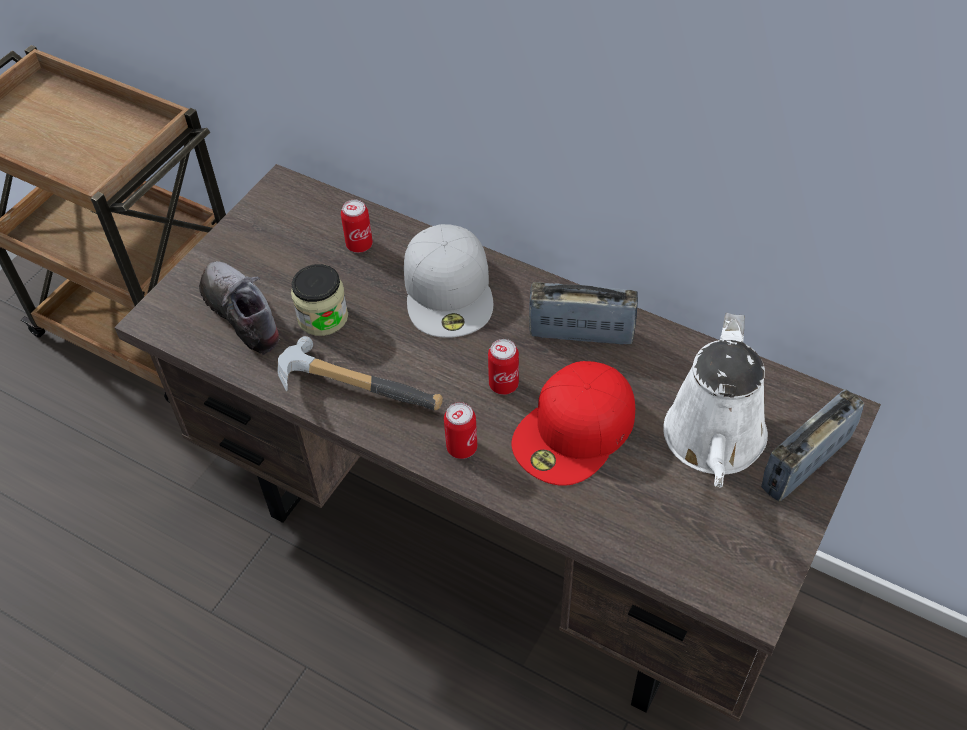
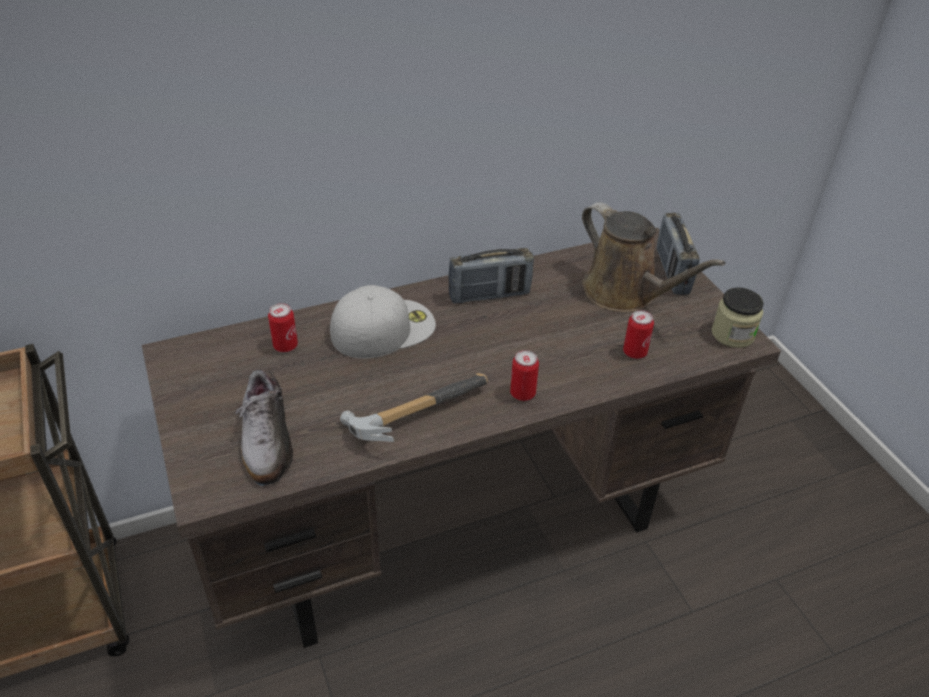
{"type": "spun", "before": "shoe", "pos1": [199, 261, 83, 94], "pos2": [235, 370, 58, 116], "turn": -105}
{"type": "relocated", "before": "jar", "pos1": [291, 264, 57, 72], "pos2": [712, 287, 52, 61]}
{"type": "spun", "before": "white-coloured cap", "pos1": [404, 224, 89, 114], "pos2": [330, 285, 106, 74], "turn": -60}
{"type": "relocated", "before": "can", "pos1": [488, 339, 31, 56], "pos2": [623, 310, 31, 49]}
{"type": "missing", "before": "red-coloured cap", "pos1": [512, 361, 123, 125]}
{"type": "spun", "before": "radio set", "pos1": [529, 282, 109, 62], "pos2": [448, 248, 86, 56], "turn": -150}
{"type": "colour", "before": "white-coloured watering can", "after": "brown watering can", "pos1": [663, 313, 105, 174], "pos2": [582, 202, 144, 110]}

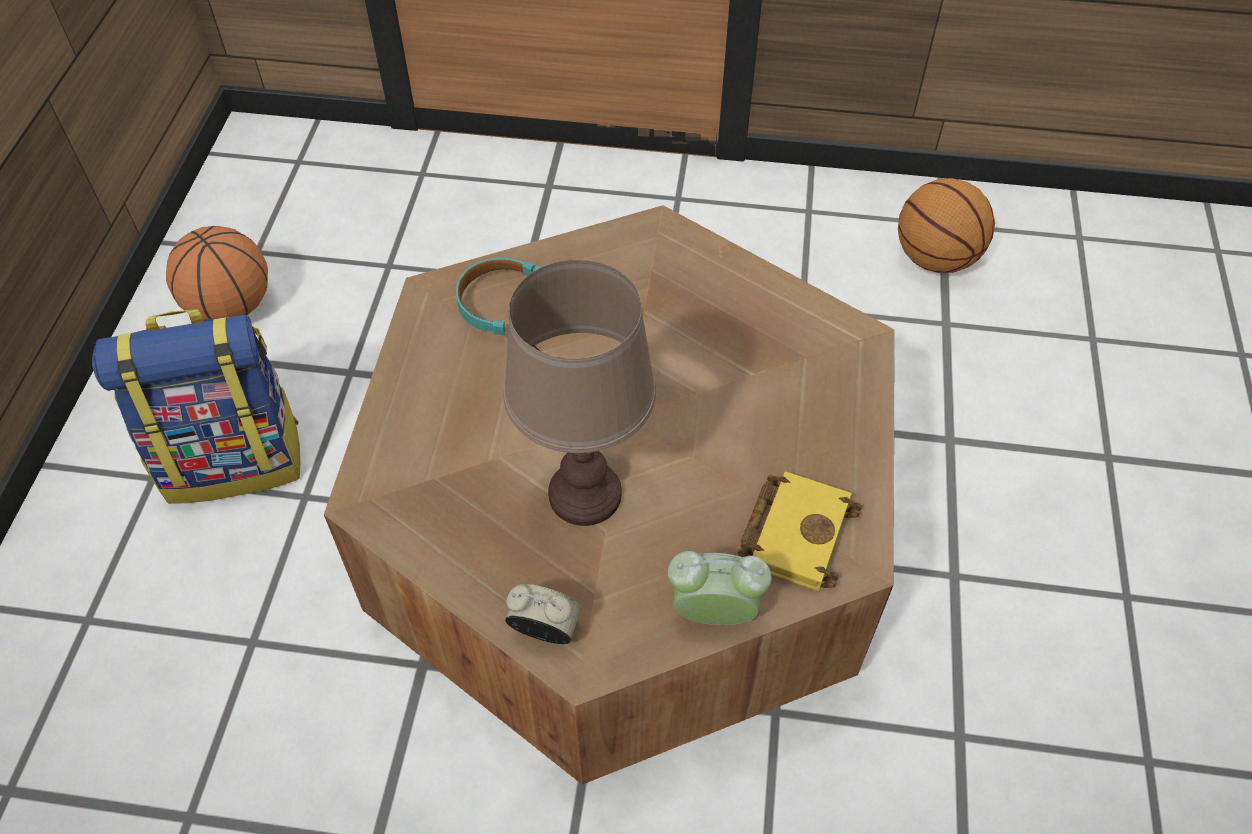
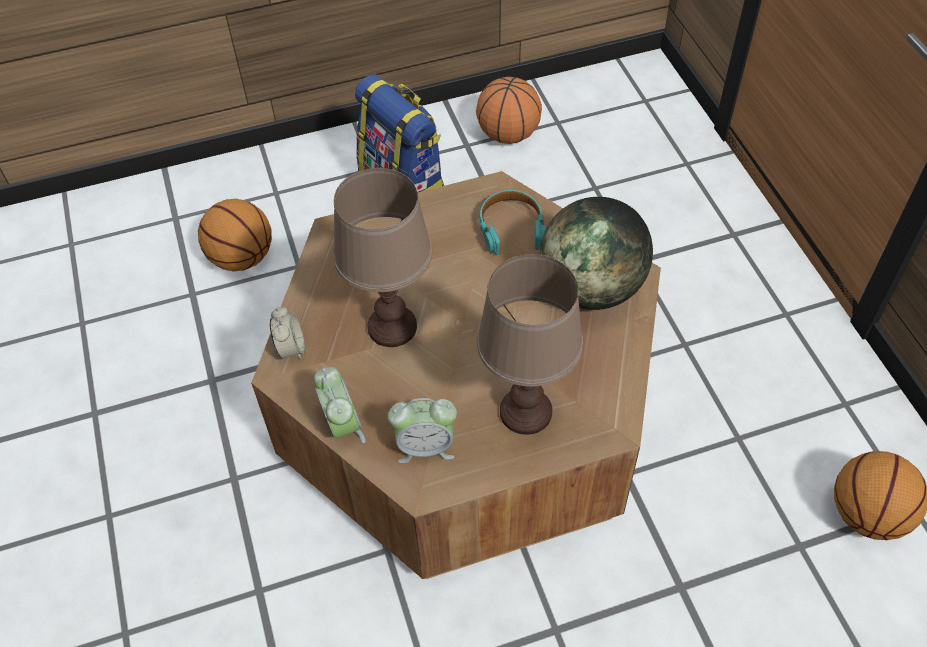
{"type": "exchanged", "before": "yellow-coloured book", "after": "table clock", "pos1": [738, 472, 124, 119], "pos2": [388, 398, 69, 65]}
{"type": "appeared", "after": "ball for basketball", "pos2": [198, 199, 74, 72]}
{"type": "appeared", "after": "brown tabletop lamp", "pos2": [477, 254, 106, 181]}
{"type": "appeared", "after": "desk globe", "pos2": [540, 197, 113, 113]}

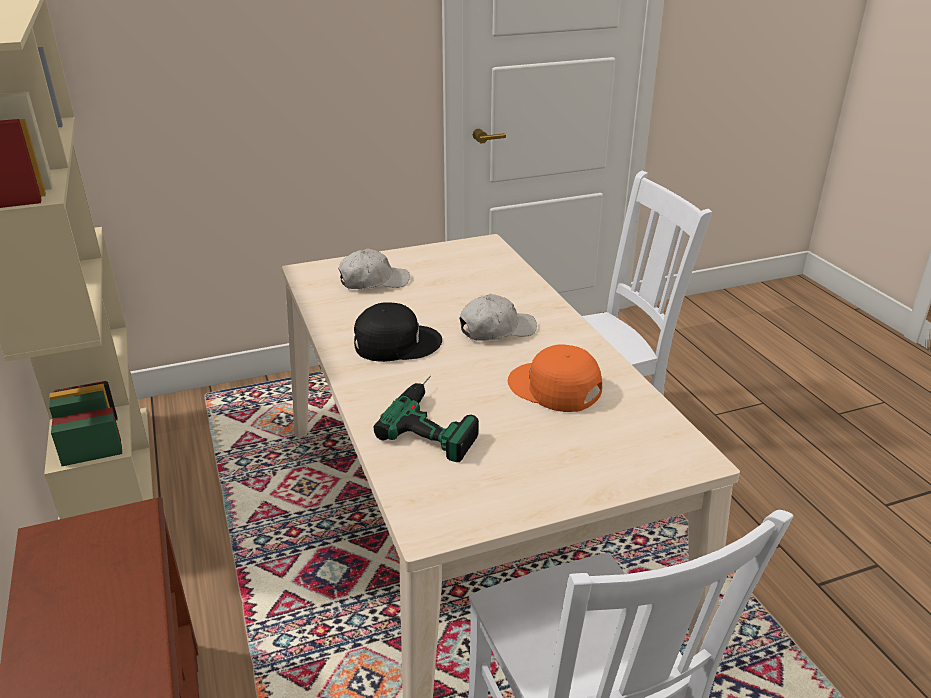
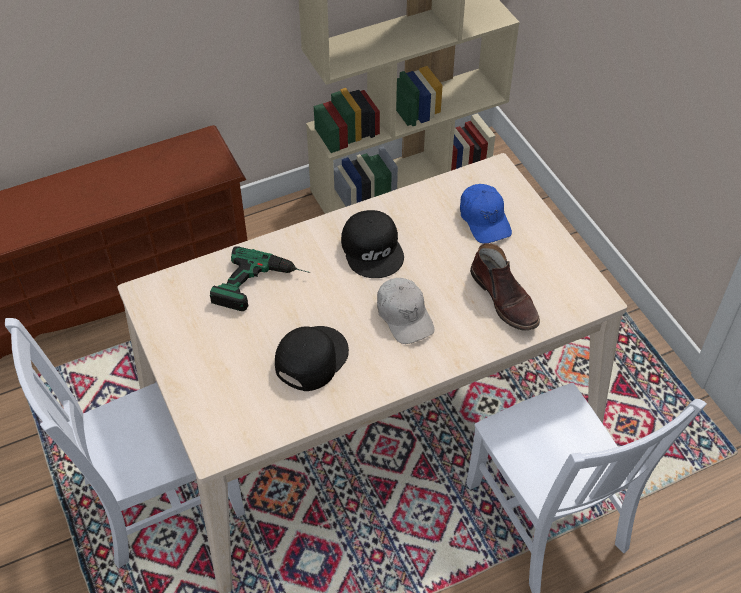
{"type": "colour", "before": "white-coloured cap", "after": "blue-coloured cap", "pos1": [338, 249, 72, 40], "pos2": [460, 184, 52, 59]}
{"type": "colour", "before": "orange cap", "after": "blackish cap", "pos1": [508, 345, 94, 67], "pos2": [275, 326, 74, 65]}
{"type": "appeared", "after": "brown boot", "pos2": [470, 243, 70, 88]}

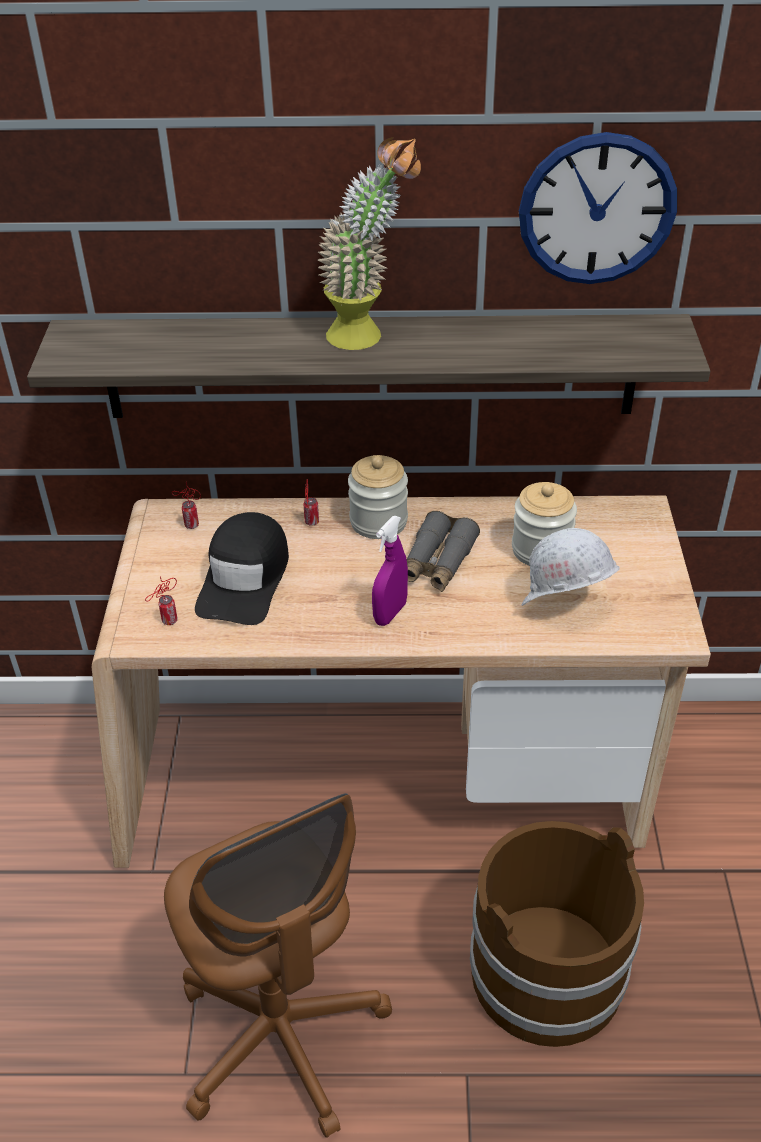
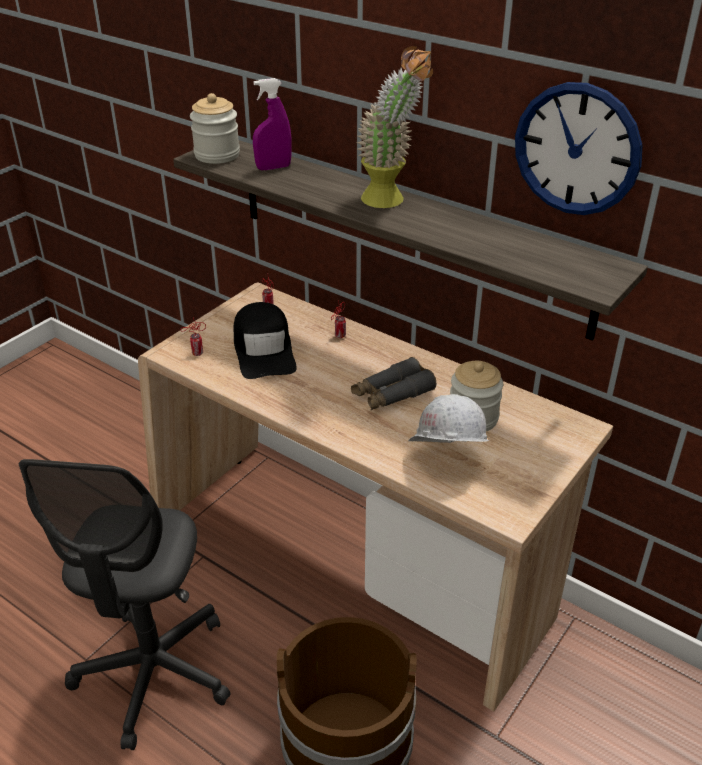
{"type": "colour", "before": "brown office chair", "after": "grey office chair", "pos1": [164, 793, 228, 345], "pos2": [19, 459, 211, 291]}
{"type": "spun", "before": "blackish cap", "pos1": [195, 512, 94, 113], "pos2": [234, 302, 63, 77], "turn": -60}
{"type": "relocated", "before": "jar", "pos1": [348, 455, 60, 84], "pos2": [190, 93, 50, 71]}
{"type": "relocated", "before": "purplish hand sprayer", "pos1": [372, 516, 36, 110], "pos2": [253, 78, 39, 92]}

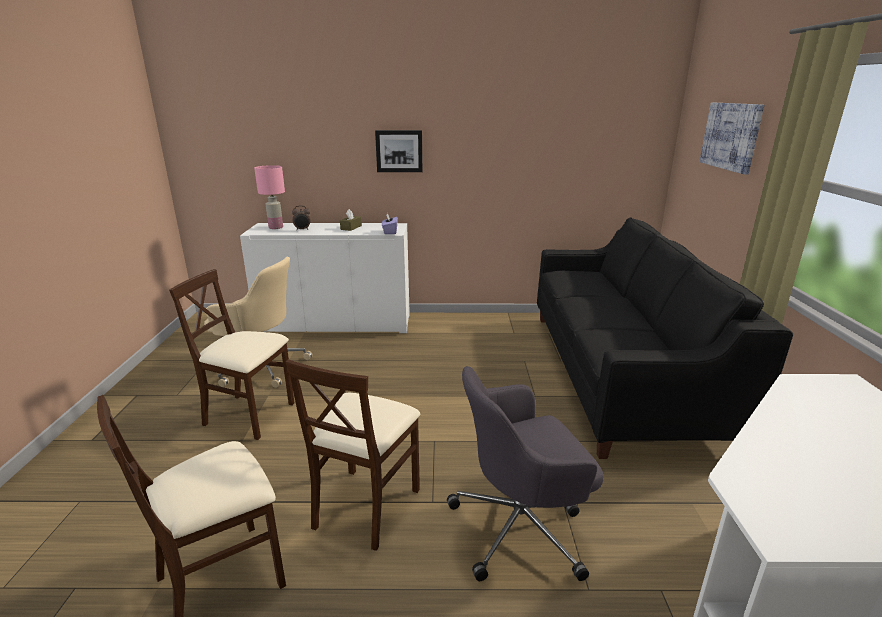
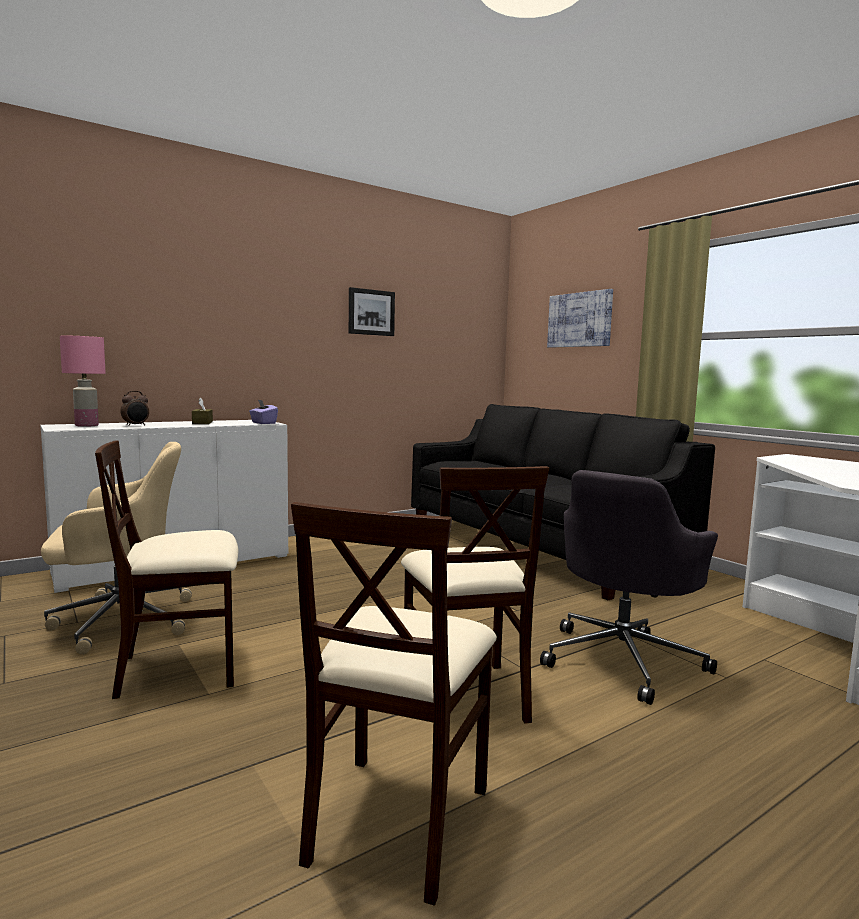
{"type": "relocated", "before": "wall picture", "pos1": [375, 130, 48, 42], "pos2": [349, 287, 46, 49]}

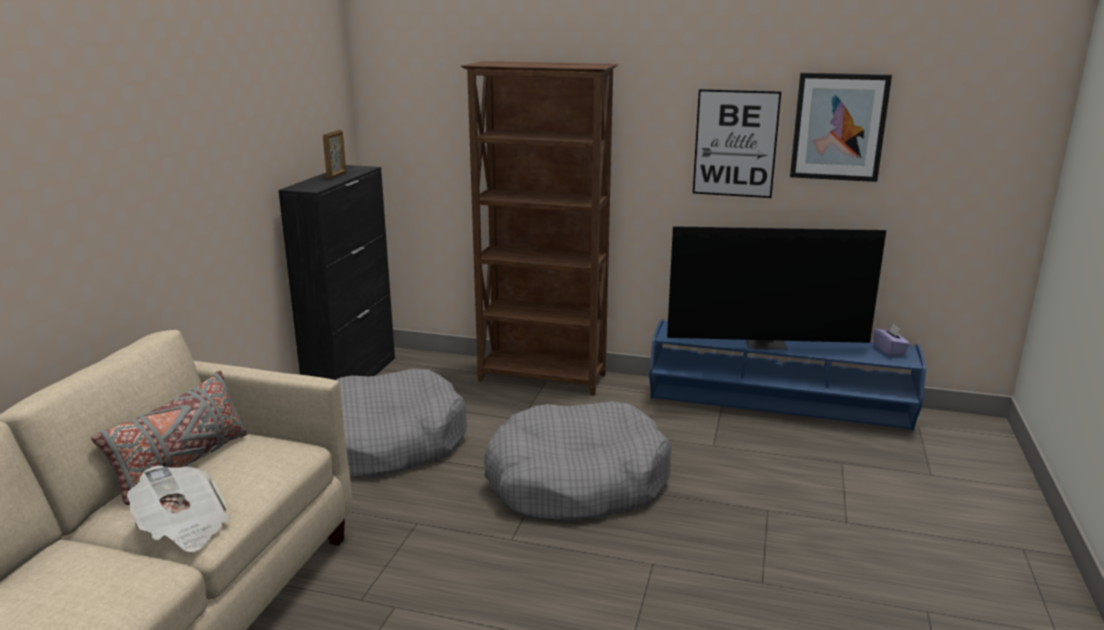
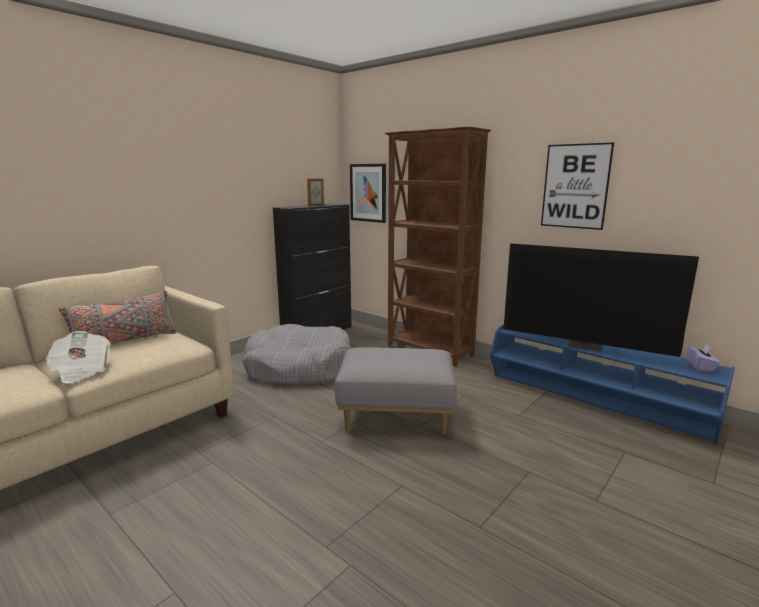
{"type": "exchanged", "before": "grey dog cushion", "after": "grey ottoman", "pos1": [484, 401, 187, 121], "pos2": [335, 347, 122, 88]}
{"type": "relocated", "before": "wall picture", "pos1": [790, 73, 102, 109], "pos2": [350, 164, 36, 59]}

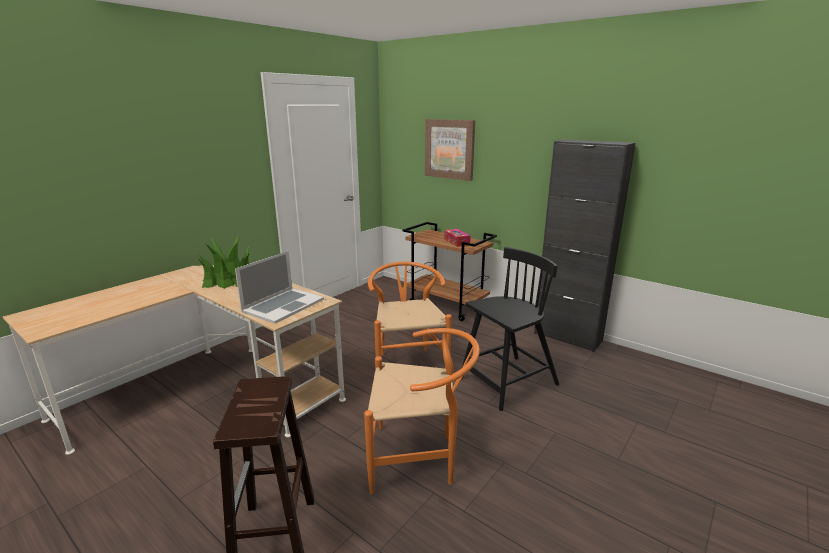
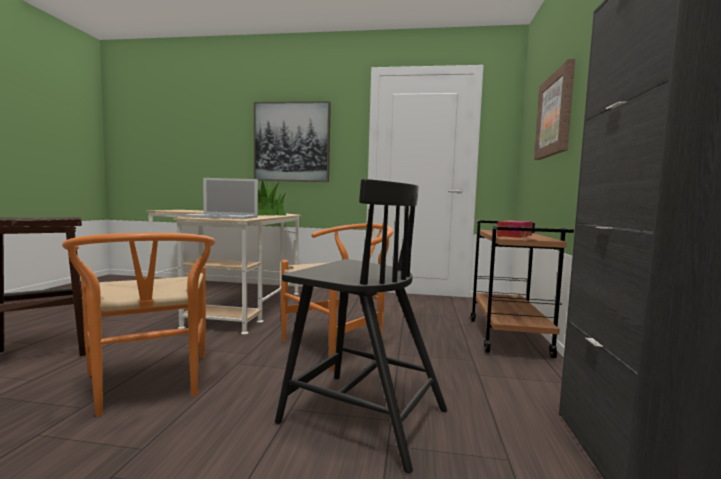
{"type": "appeared", "after": "wall picture", "pos2": [254, 101, 77, 81]}

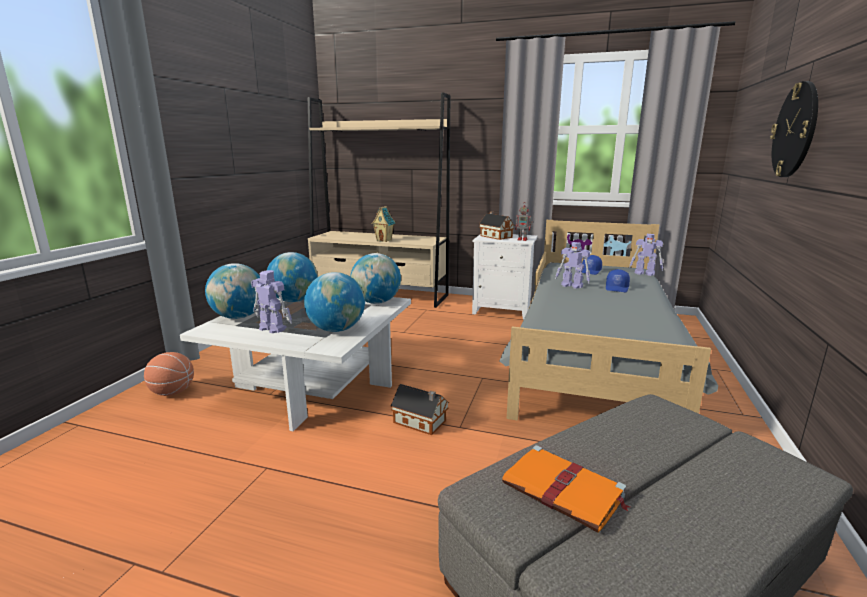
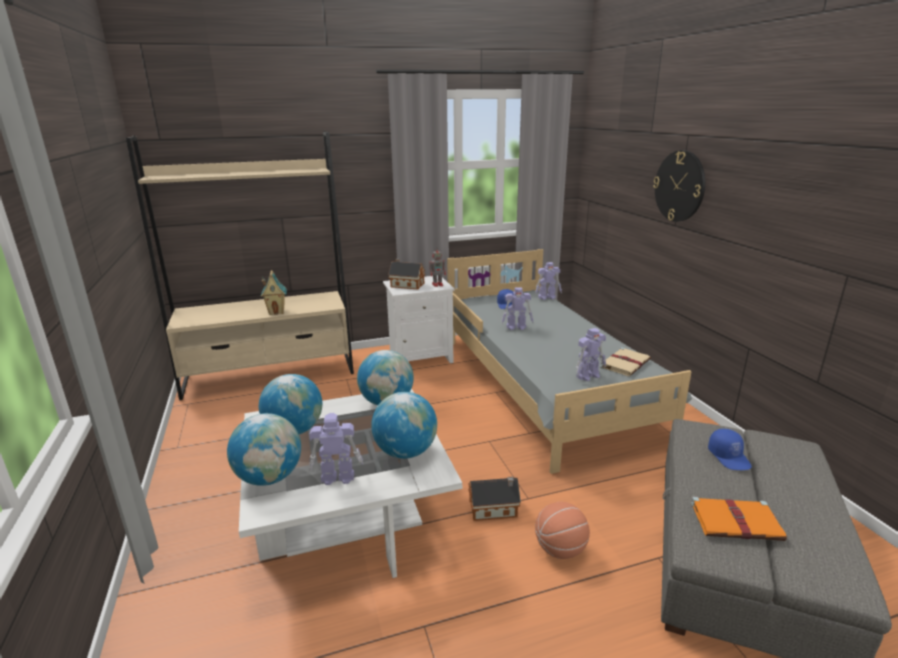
{"type": "relocated", "before": "ball for basketball", "pos1": [144, 352, 50, 44], "pos2": [535, 502, 55, 57]}
{"type": "relocated", "before": "blue-coloured cap", "pos1": [606, 269, 24, 23], "pos2": [708, 429, 44, 41]}
{"type": "appeared", "after": "robot figure", "pos2": [576, 328, 30, 53]}
{"type": "appeared", "after": "sand-coloured book", "pos2": [600, 347, 51, 29]}

